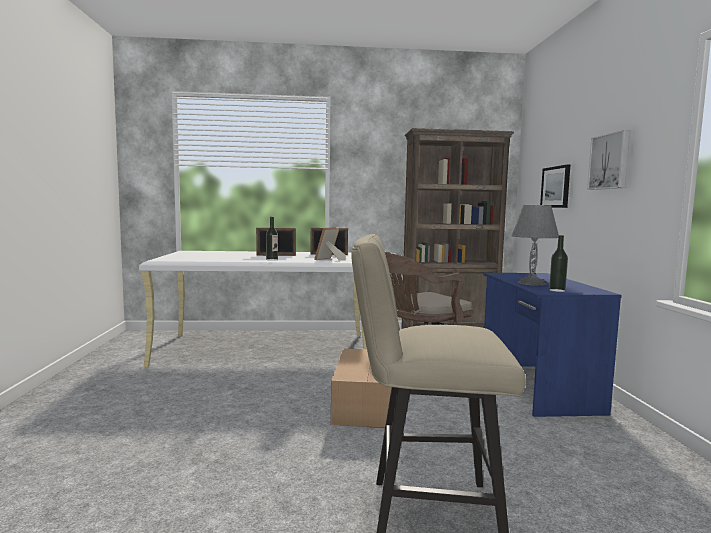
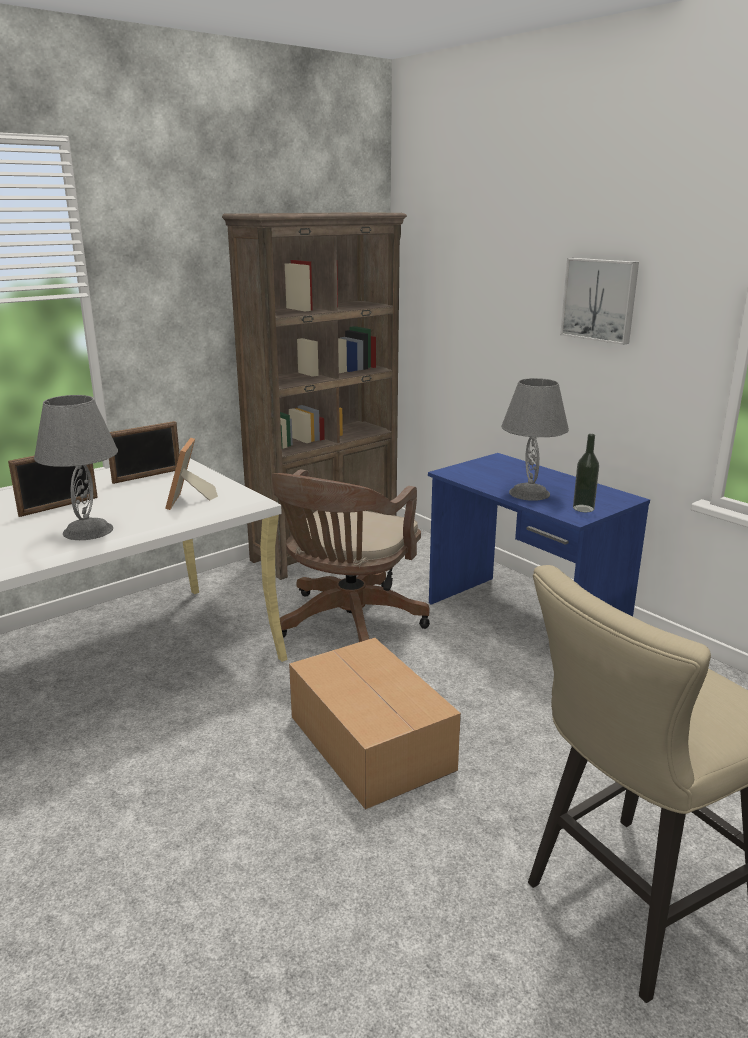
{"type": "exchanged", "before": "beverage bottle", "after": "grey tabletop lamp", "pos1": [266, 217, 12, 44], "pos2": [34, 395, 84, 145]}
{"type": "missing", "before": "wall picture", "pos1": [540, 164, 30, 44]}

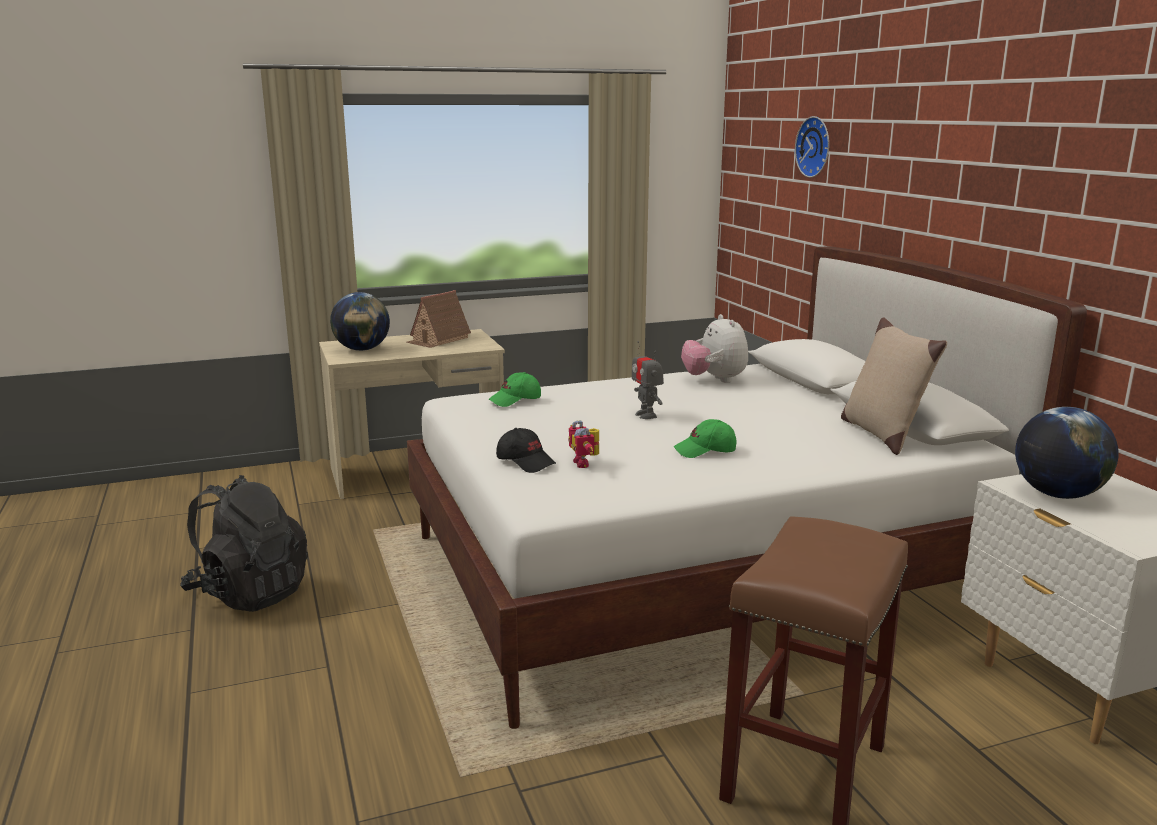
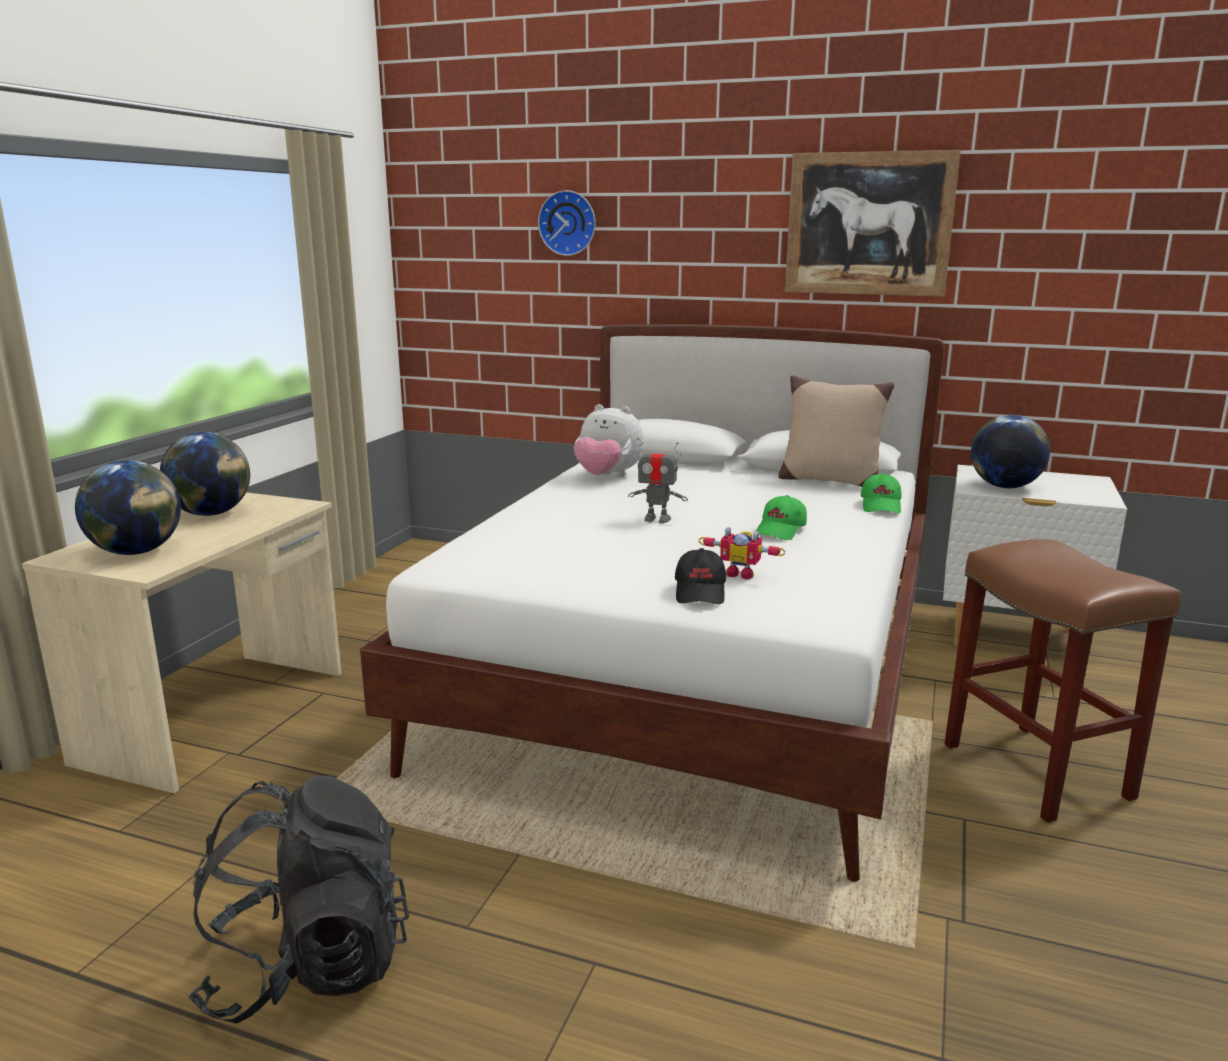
{"type": "exchanged", "before": "toy house", "after": "desk globe", "pos1": [406, 290, 65, 58], "pos2": [160, 432, 90, 84]}
{"type": "relocated", "before": "green-coloured cap", "pos1": [488, 372, 53, 35], "pos2": [861, 473, 41, 40]}
{"type": "spun", "before": "blackish cap", "pos1": [496, 428, 60, 45], "pos2": [675, 548, 51, 56], "turn": 105}
{"type": "appeared", "after": "wall picture", "pos2": [785, 150, 176, 146]}

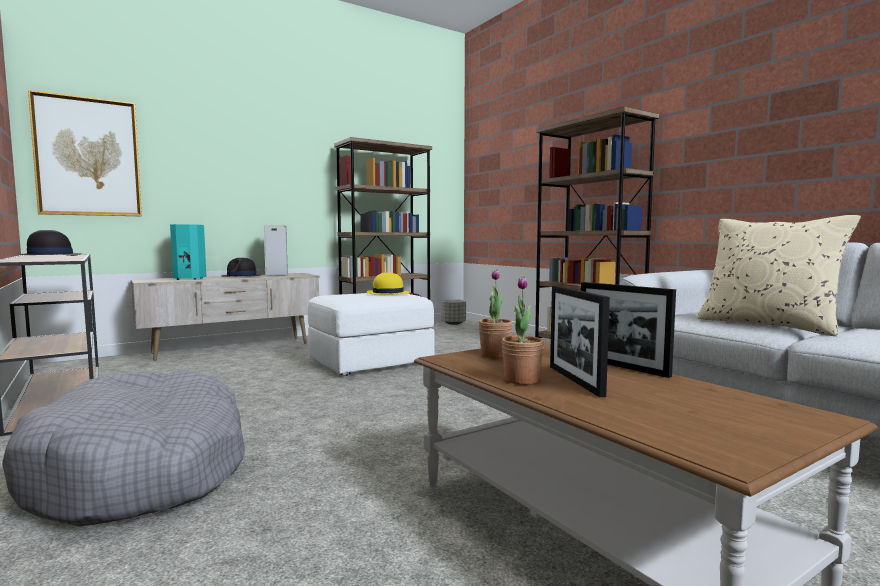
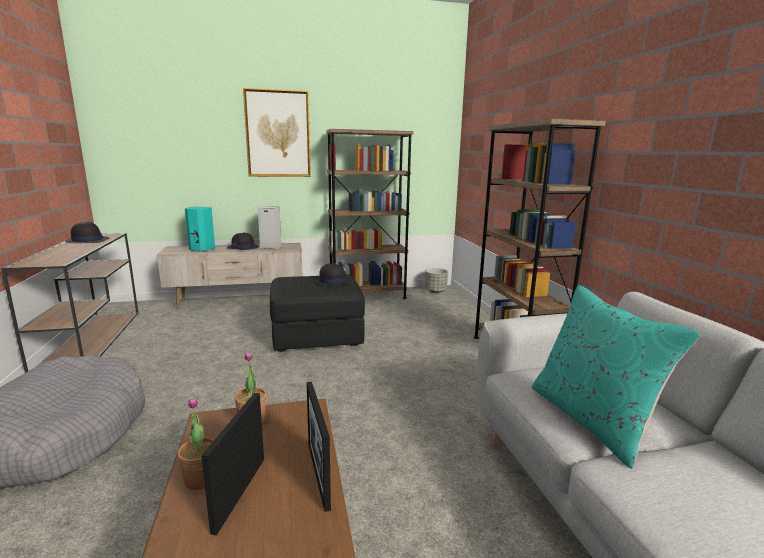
{"type": "relocated", "before": "wall picture", "pos1": [28, 90, 114, 126], "pos2": [243, 88, 68, 89]}
{"type": "colour", "before": "white-coloured ottoman", "after": "blackish ottoman", "pos1": [308, 293, 127, 83], "pos2": [270, 274, 95, 78]}
{"type": "colour", "before": "yellow-coloured wearable hat", "after": "blackish wearable hat", "pos1": [367, 273, 42, 22], "pos2": [314, 263, 37, 23]}
{"type": "colour", "before": "sand-coloured throw pillow", "after": "turquoise-coloured throw pillow", "pos1": [697, 215, 164, 121], "pos2": [531, 285, 170, 184]}

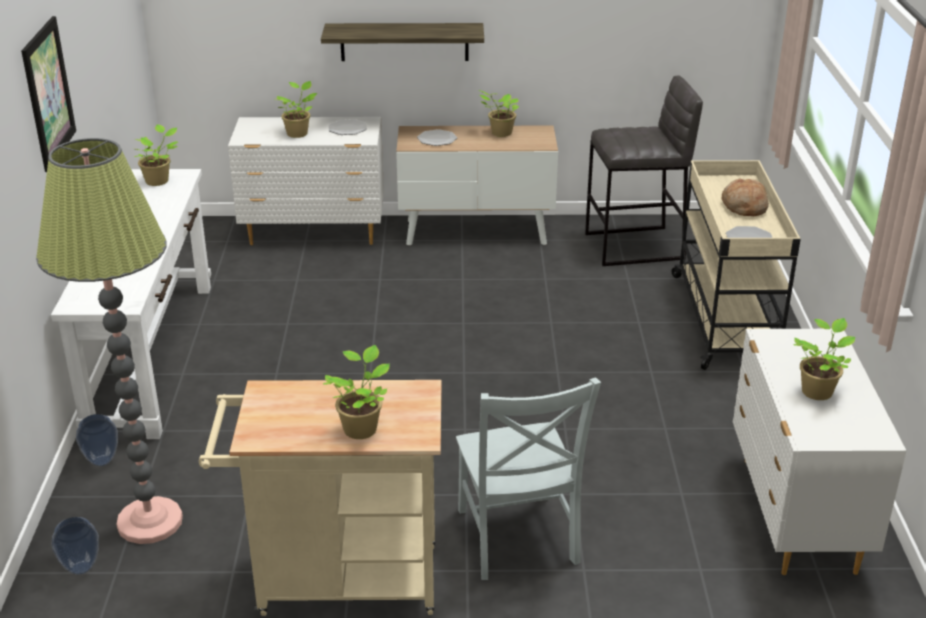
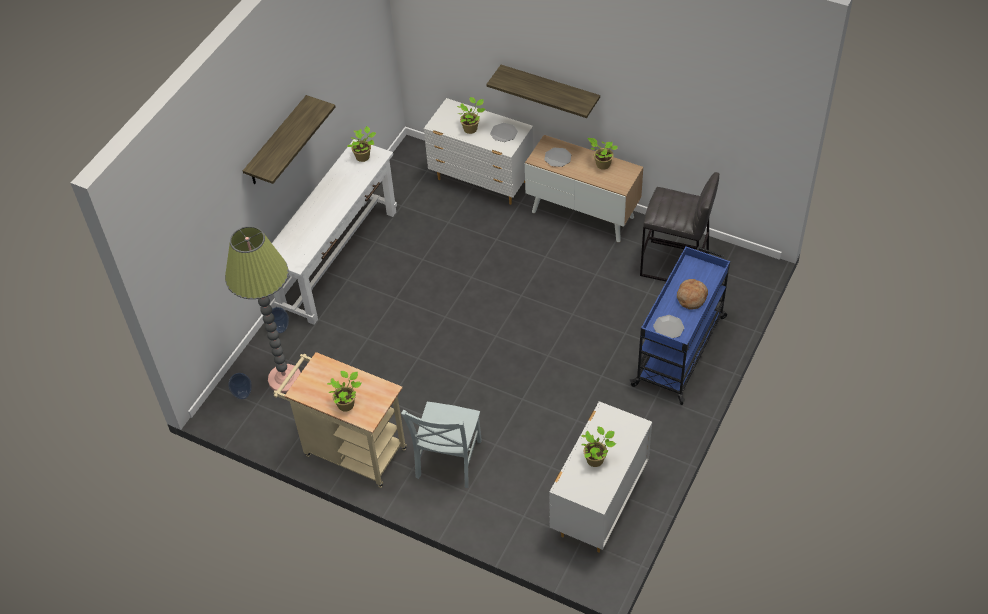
{"type": "exchanged", "before": "wall picture", "after": "wall shelf", "pos1": [21, 16, 55, 156], "pos2": [243, 95, 92, 89]}
{"type": "colour", "before": "sand-coloured wheeled cart", "after": "blue-coloured wheeled cart", "pos1": [671, 160, 130, 210], "pos2": [630, 247, 100, 158]}

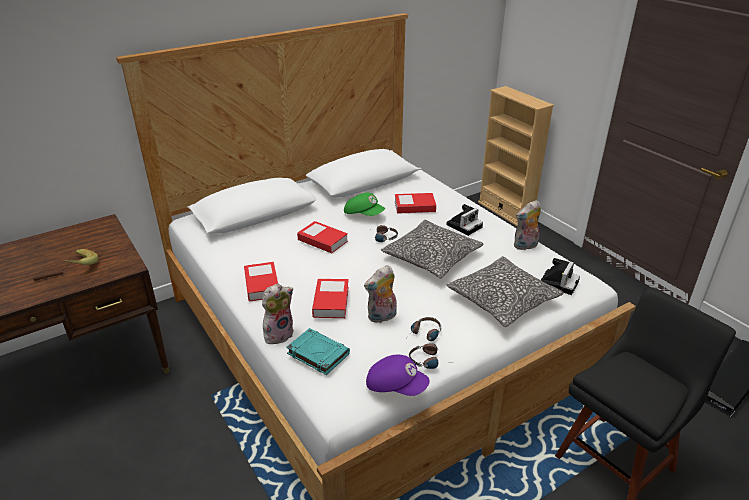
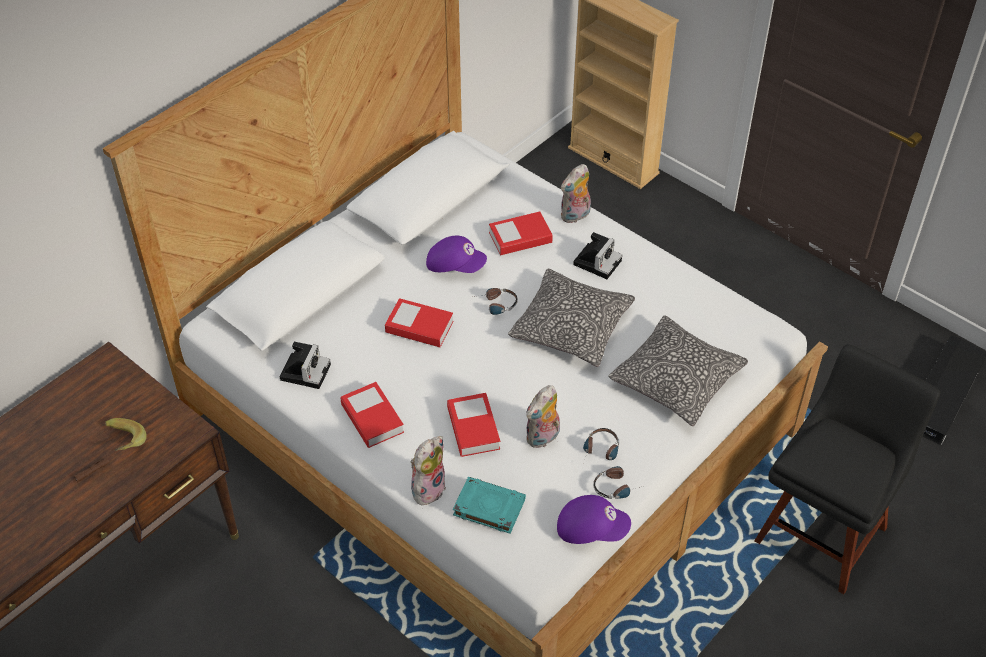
{"type": "colour", "before": "green-coloured cap", "after": "purplish cap", "pos1": [344, 193, 41, 23], "pos2": [426, 236, 61, 37]}
{"type": "relocated", "before": "soft toy", "pos1": [514, 200, 27, 50], "pos2": [561, 164, 30, 60]}
{"type": "relocated", "before": "photo camera", "pos1": [541, 258, 39, 37], "pos2": [280, 342, 51, 47]}

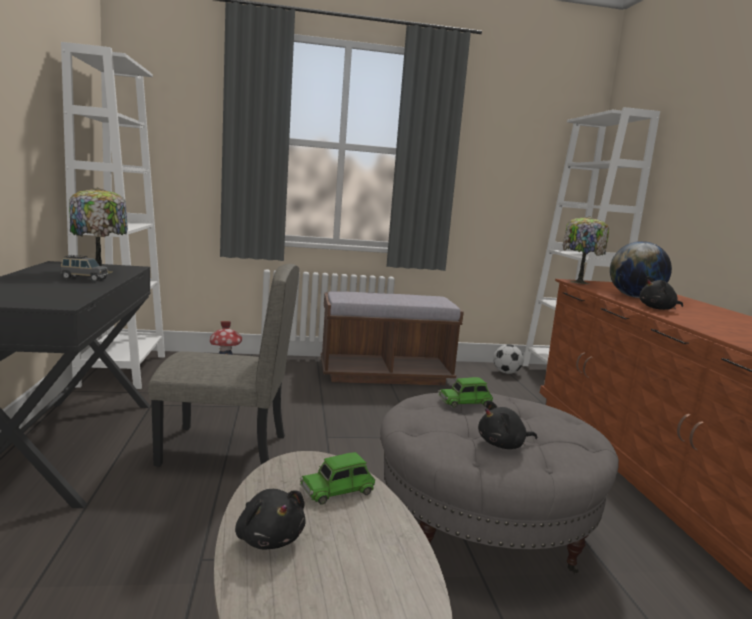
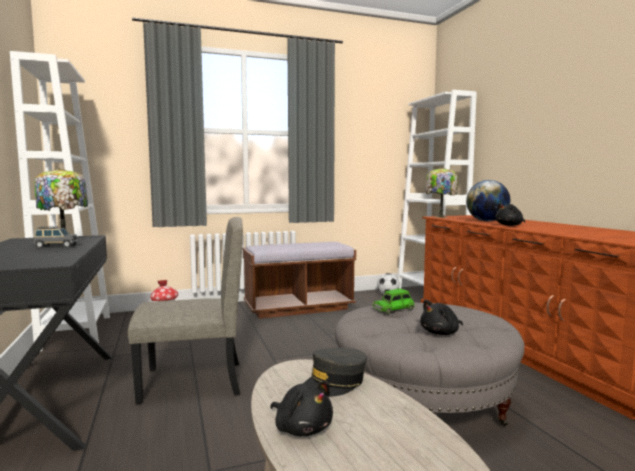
{"type": "exchanged", "before": "green-coloured toy car", "after": "grey cap", "pos1": [300, 452, 75, 53], "pos2": [304, 348, 63, 49]}

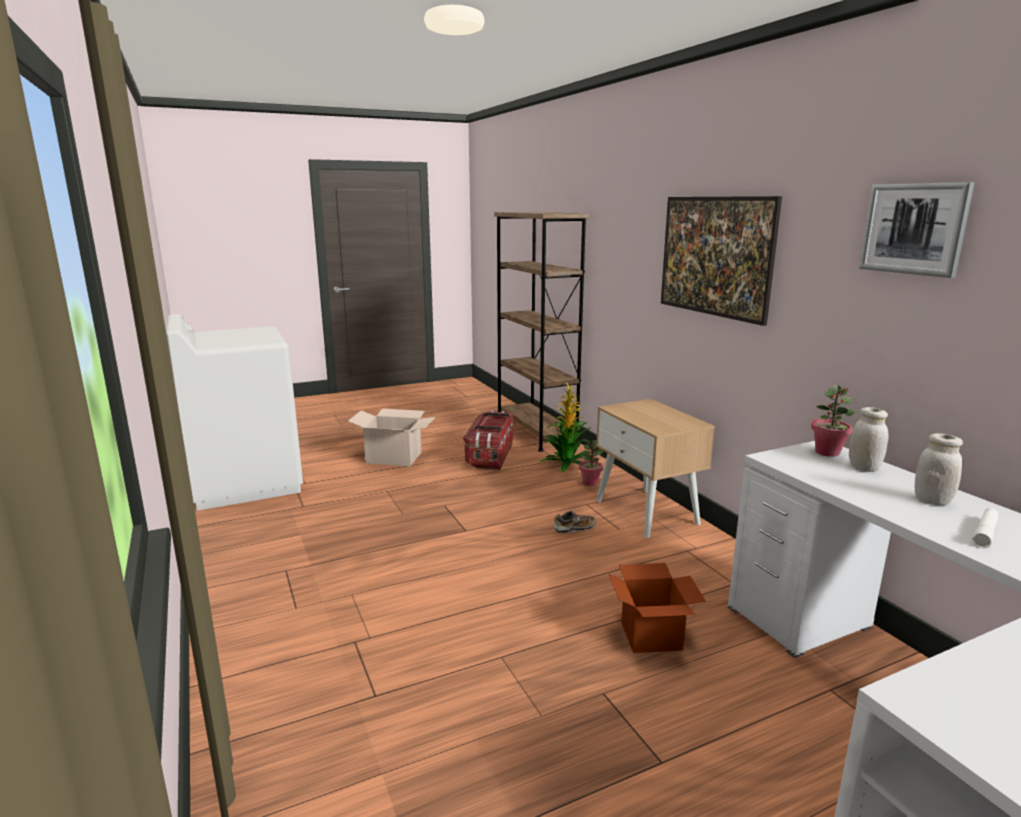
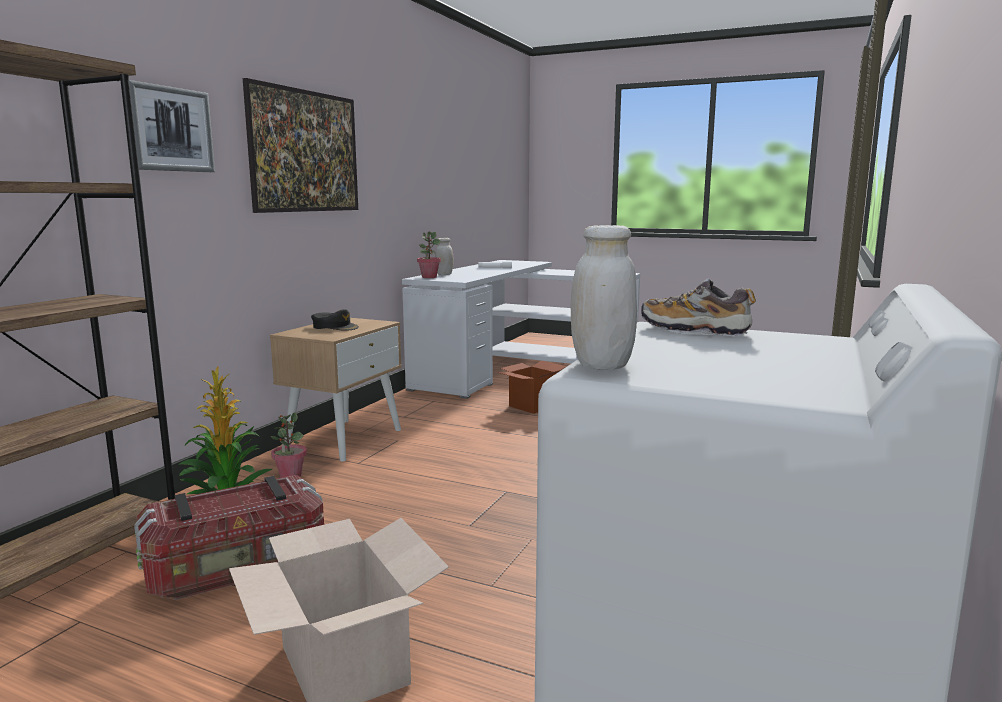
{"type": "relocated", "before": "shoe", "pos1": [554, 511, 42, 22], "pos2": [641, 279, 115, 58]}
{"type": "relocated", "before": "wall picture", "pos1": [859, 182, 116, 96], "pos2": [129, 80, 86, 92]}
{"type": "relocated", "before": "white-coloured jar", "pos1": [915, 433, 48, 73], "pos2": [571, 225, 66, 145]}
{"type": "appeared", "after": "blackish cap", "pos2": [311, 309, 48, 22]}

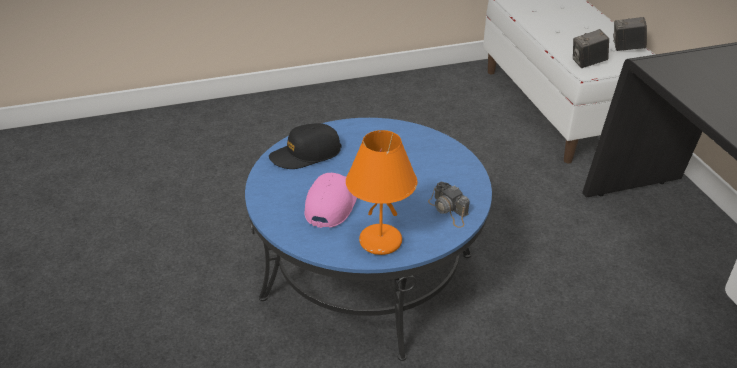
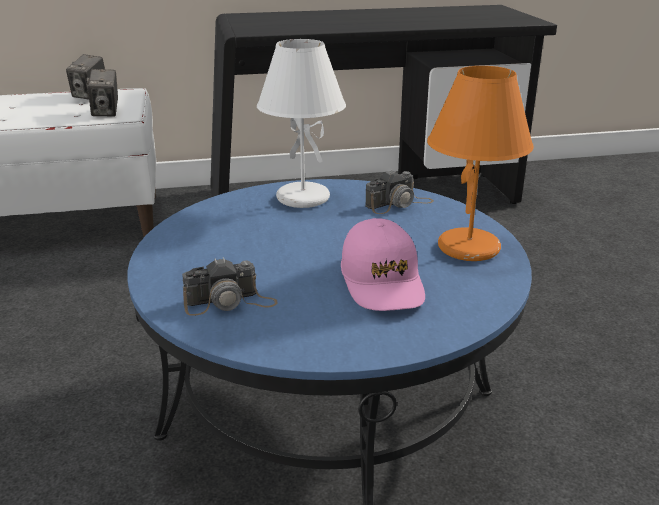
{"type": "exchanged", "before": "blackish cap", "after": "photo camera", "pos1": [269, 123, 73, 46], "pos2": [182, 257, 96, 59]}
{"type": "spun", "before": "pink-coloured cap", "pos1": [304, 173, 53, 55], "pos2": [341, 218, 84, 93], "turn": -120}
{"type": "appeared", "after": "white-coloured tabletop lamp", "pos2": [257, 39, 89, 169]}

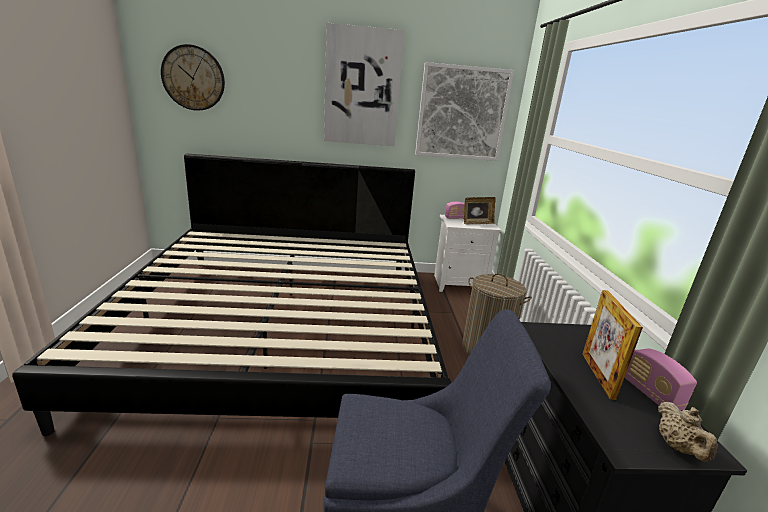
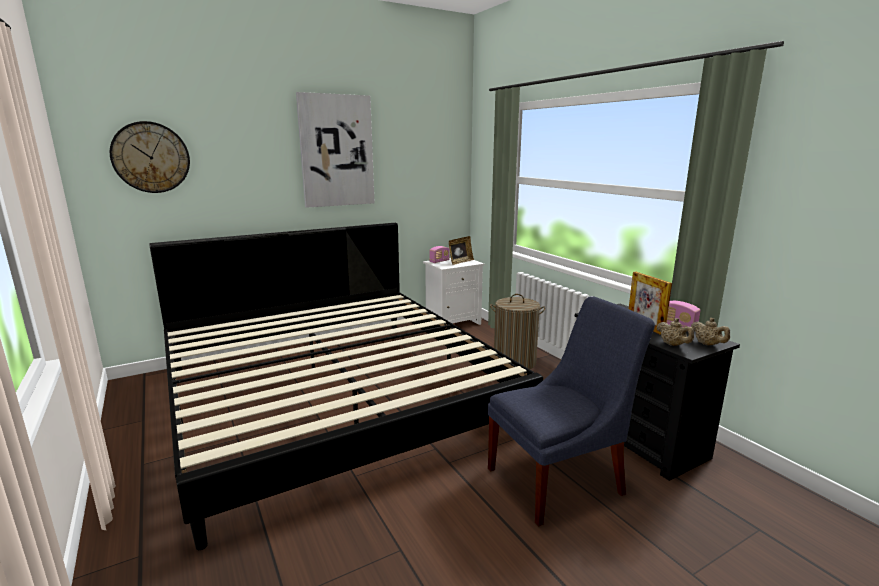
{"type": "missing", "before": "wall picture", "pos1": [415, 62, 99, 99]}
{"type": "appeared", "after": "sand-coloured pot for tea", "pos2": [656, 318, 38, 28]}

